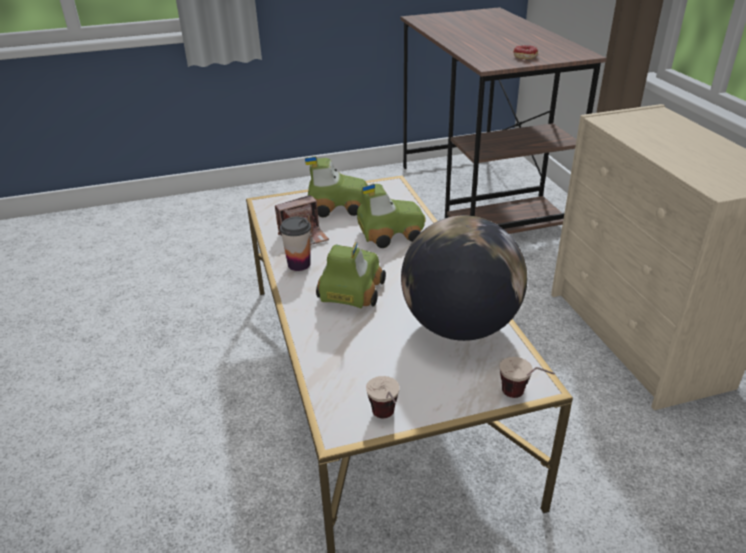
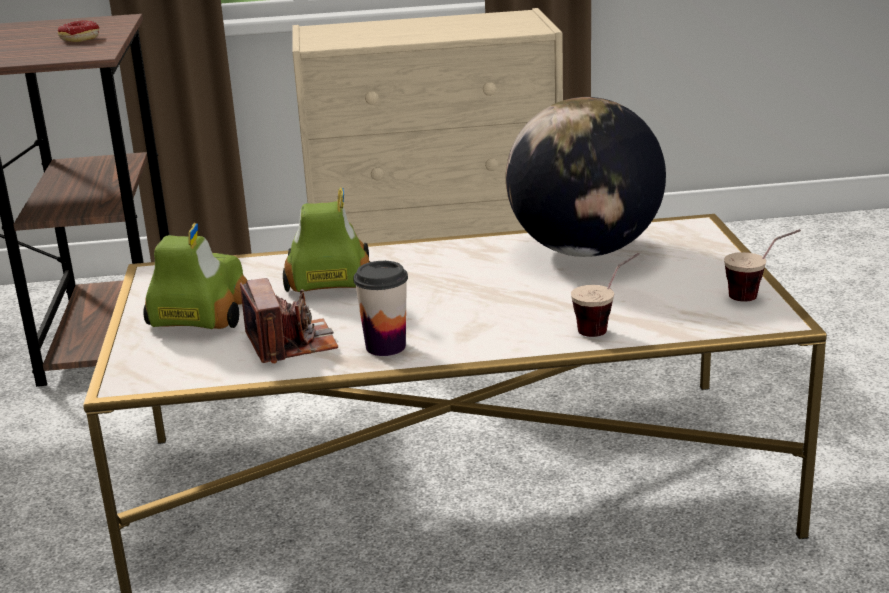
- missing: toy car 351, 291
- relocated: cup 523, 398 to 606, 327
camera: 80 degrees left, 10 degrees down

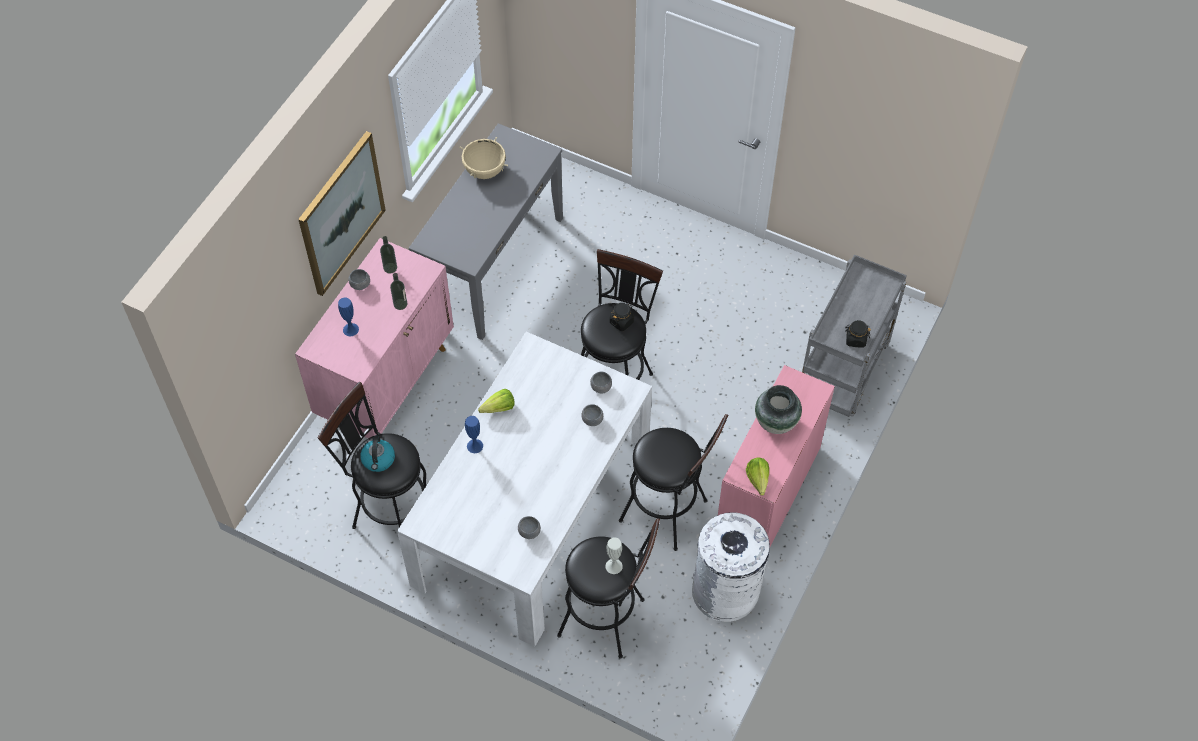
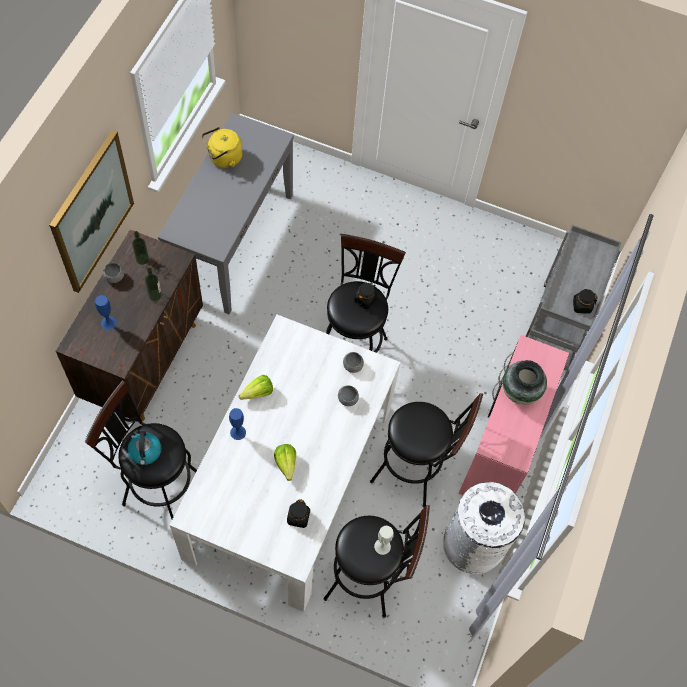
- colour: cabinet/pink 387, 382 to cabinet/brown 144, 360
- exchanged: cooking pot/beige 484, 171 to kettle/yellow 223, 158
- exchanged: bowl/grey 529, 532 to jar/black 298, 517
- relocated: lettuce 757, 483 to 286, 467
camera: 10 degrees left, 5 degrees up

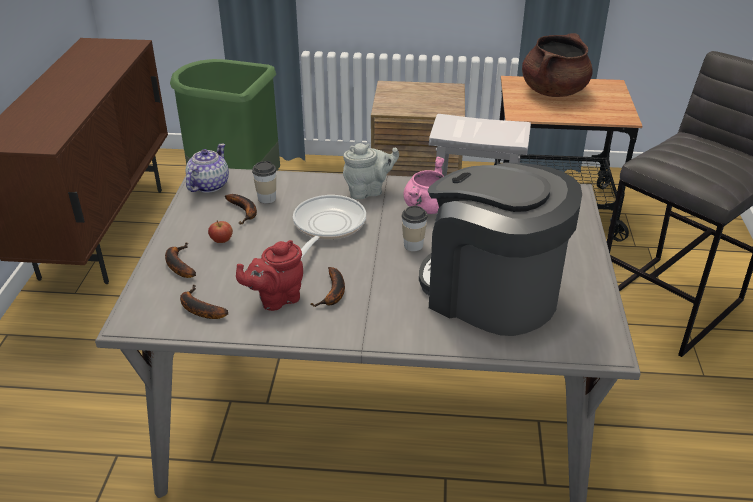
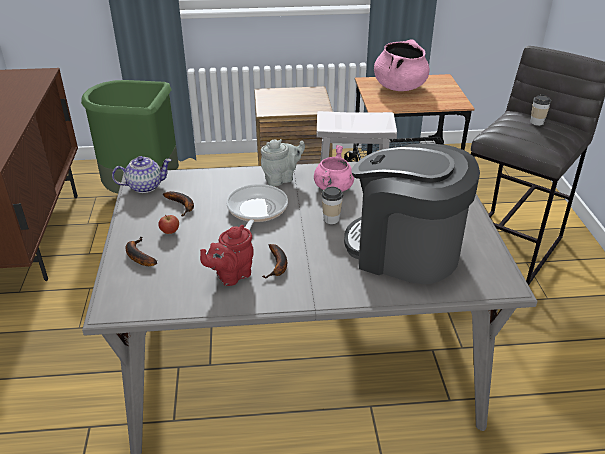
- missing: banana 198, 309
- spun: teapot 208, 185 = 144, 186 60 degrees clockwise
- relocated: cup 266, 198 to 536, 122
- colour: cooking pot/brown 553, 91 to cooking pot/pink 399, 87
camera: 10 degrees left, 0 degrees up

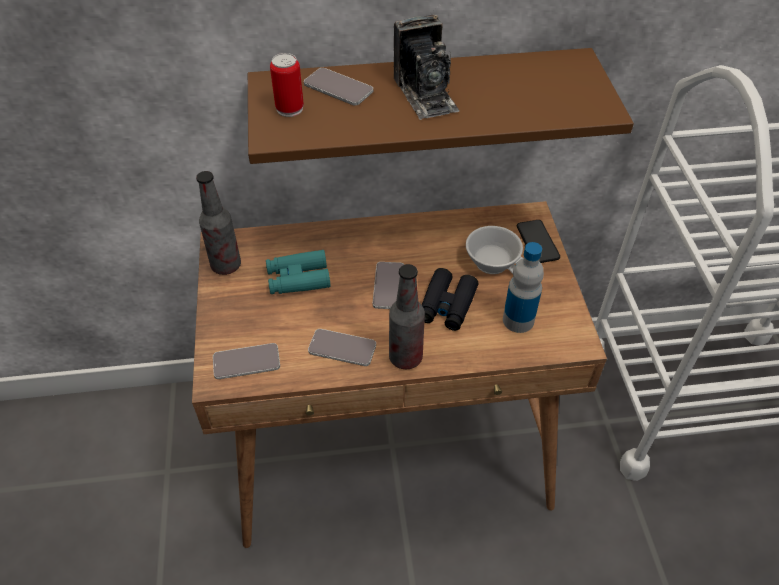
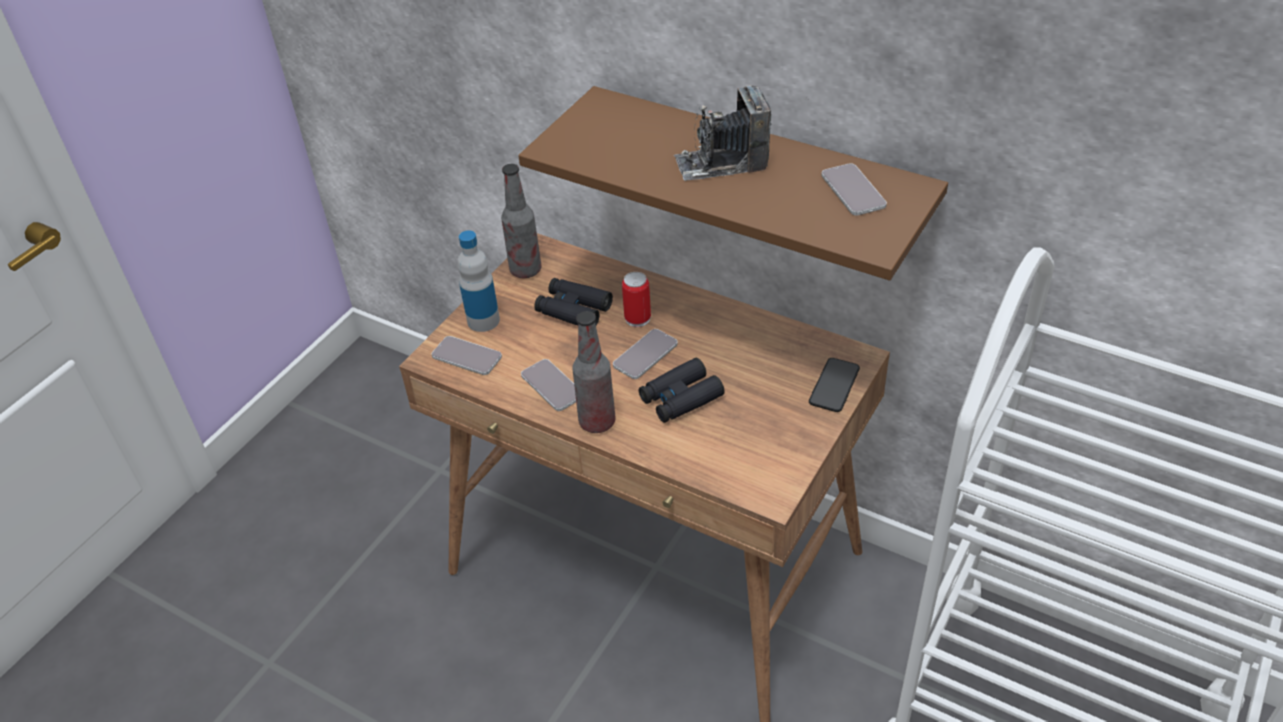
- colour: binoculars/turquoise 298, 278 to binoculars/black 573, 310
- relocated: can 289, 108 to 637, 318
- relocated: phone 338, 88 to 853, 191
- spun: photo camera 425, 94 = 721, 162 60 degrees clockwise
- missing: cup/white 494, 262
- relocated: bottle 518, 320 to 483, 320
camera: 40 degrees right, 5 degrees down

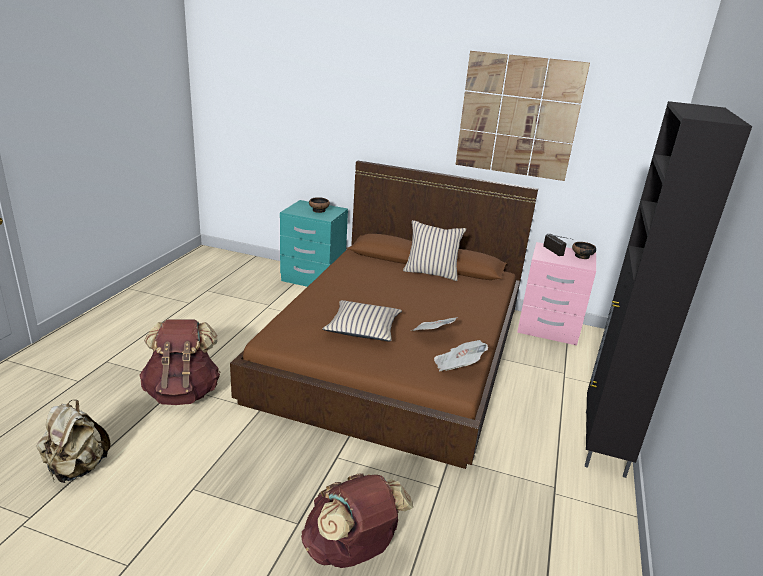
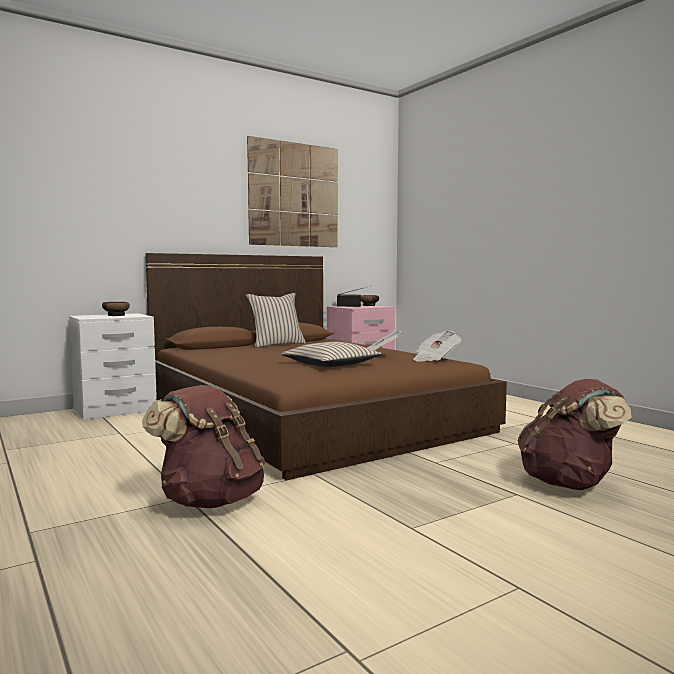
- missing: backpack/beige 76, 468
- colour: nightstand/turquoise 312, 278 to nightstand/white 115, 410
- missing: cabinet/black 603, 443
camera: 50 degrees left, 20 degrees down

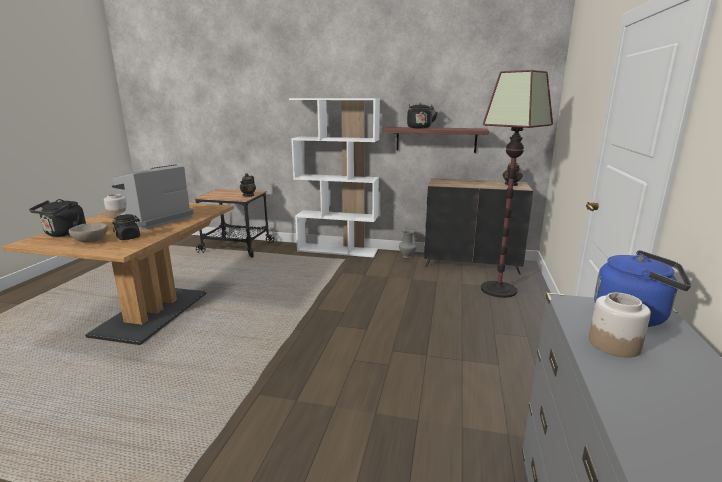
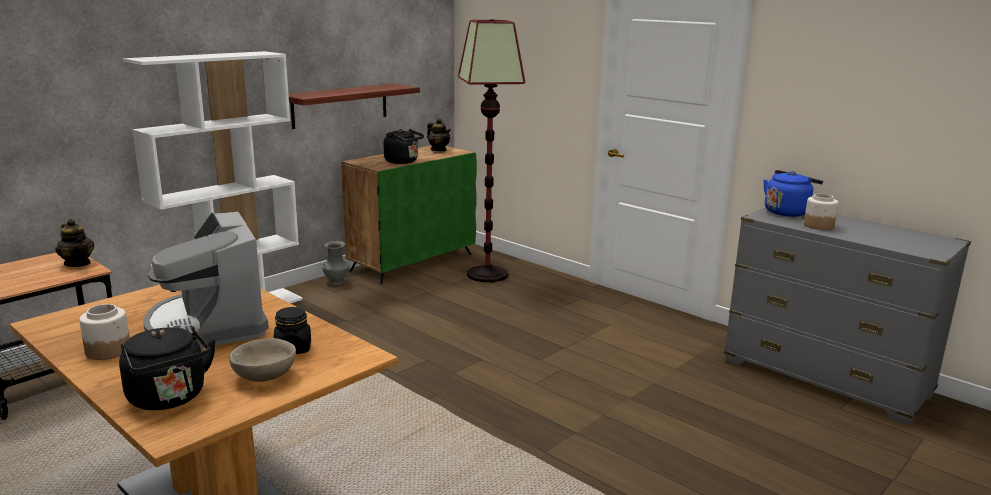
- relocated: kettle/black 419, 128 to 403, 162
- colour: cabinet/black 471, 263 to cabinet/green 413, 262
camera: 60 degrees left, 0 degrees up

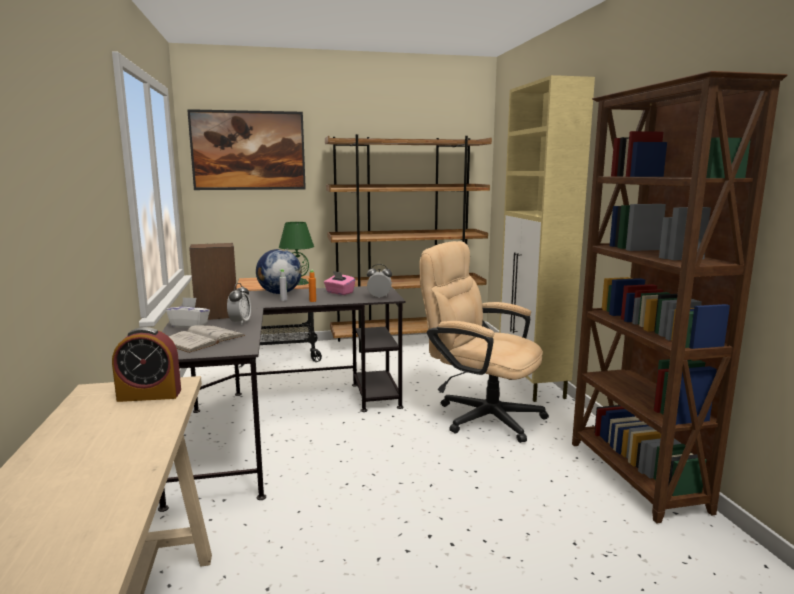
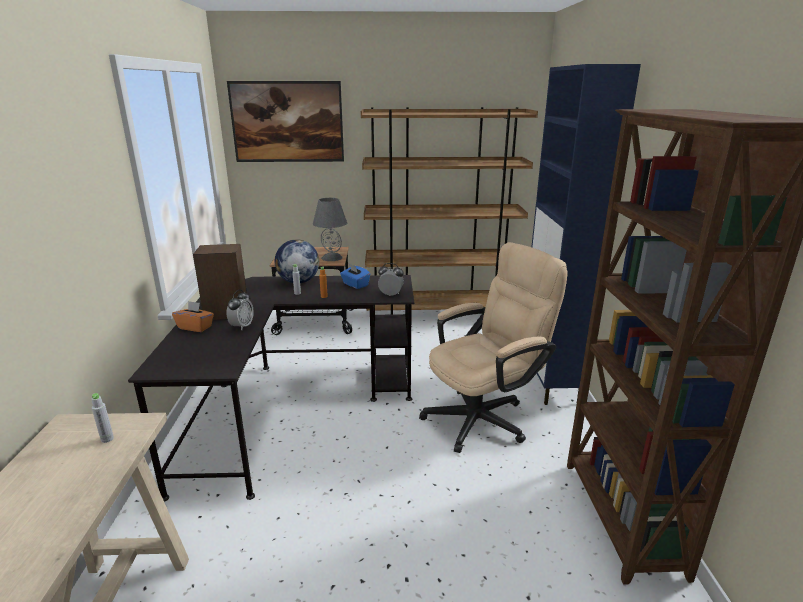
- exchanged: alarm clock 149, 395 to bottle/grey 107, 439
- colour: tissue box/white 190, 325 to tissue box/orange 195, 327
- missing: book/white 202, 339
- colour: table lamp/green 298, 283 to table lamp/grey 332, 257
- colour: tissue box/pink 339, 293 to tissue box/blue 355, 285
- spun: office chair/beige 480, 415 = 484, 417 105 degrees clockwise
- colour: cabinet/beige 532, 385 to cabinet/blue 549, 382
camera: 10 degrees right, 10 degrees up

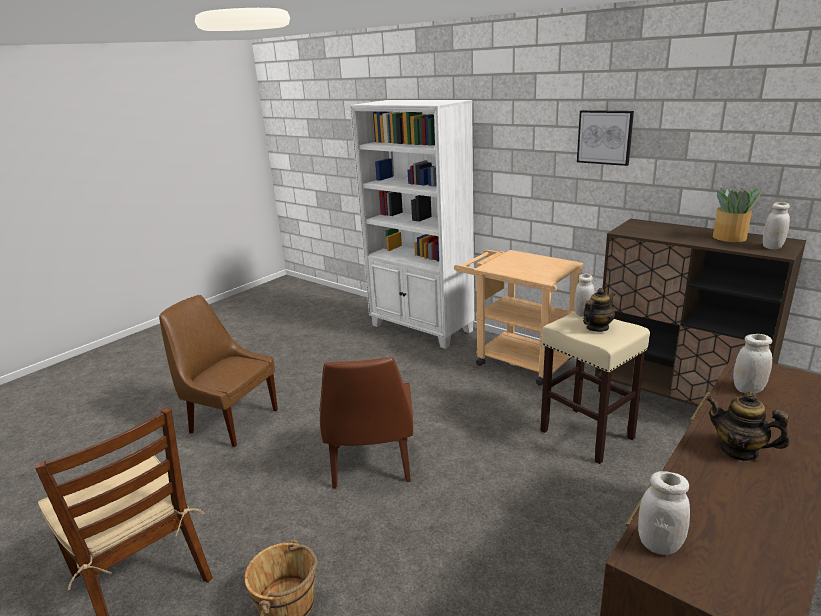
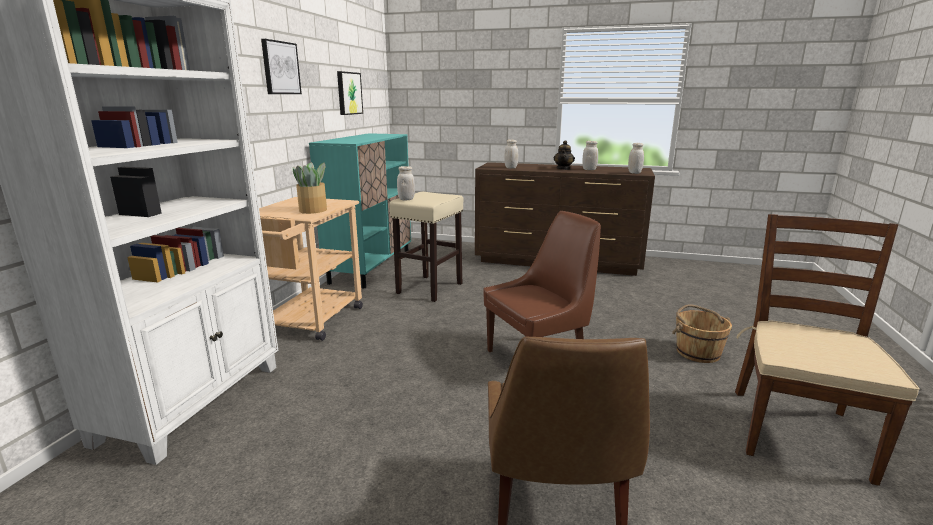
- missing: teapot 597, 328
- colour: cabinet/brown 677, 401 to cabinet/turquoise 371, 267
- relocated: potted plant 730, 238 to 314, 210
- relocated: jar/white 772, 247 to 589, 169
- appeared: picture 348, 93
camera: 115 degrees left, 5 degrees down

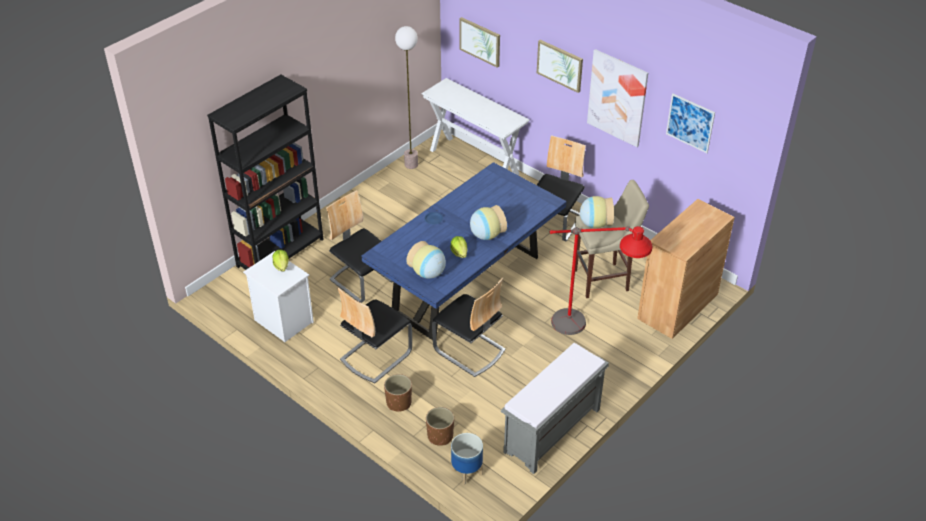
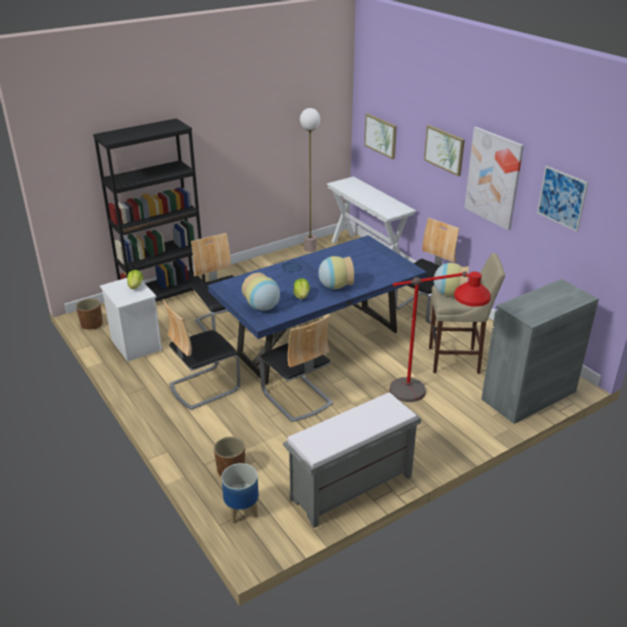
- relocated: planter/brown 398, 403 to 91, 324
- colour: cabinet/brown 678, 306 to cabinet/grey 528, 395
camera: 15 degrees right, 10 degrees down

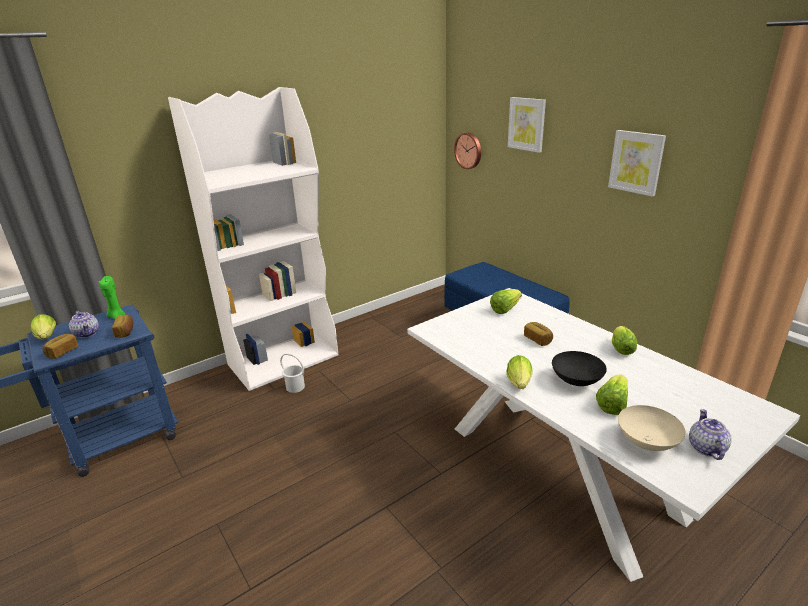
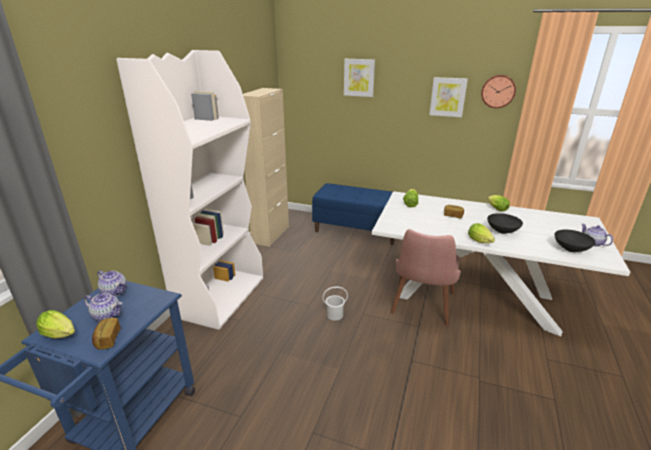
- exchanged: candle/green 116, 316 to teapot 115, 292
- missing: bread 126, 332
- relocated: bucket/white 295, 387 to 334, 315
- relocated: wall clock 469, 150 to 498, 91
- missing: lettuce 612, 404
- colour: bowl/beige 646, 442 to bowl/black 570, 249
- appeared: cabinet/beige 270, 234
- appeared: chair/pink 421, 308
camera: 35 degrees left, 0 degrees up

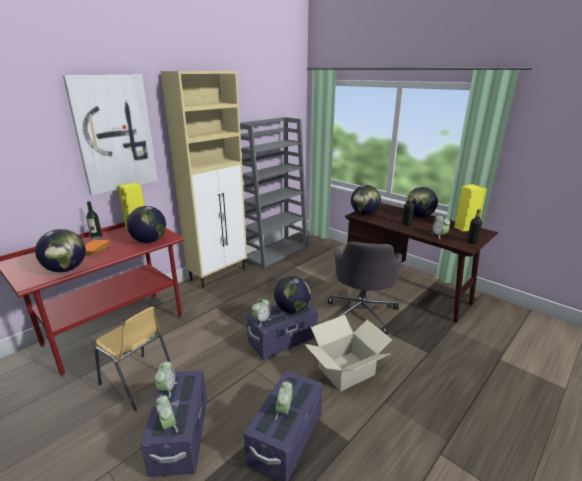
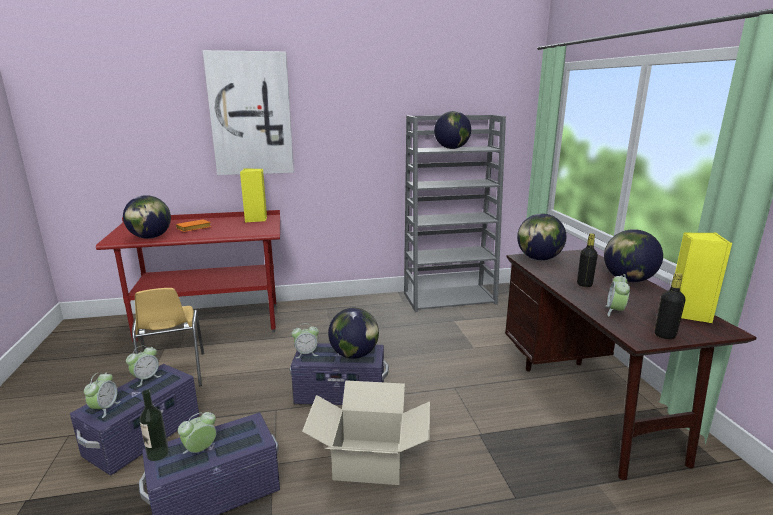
- relocated: bottle 97, 238 to 158, 453
- relocated: globe 149, 241 to 452, 148
- missing: cabinet/beige 219, 274
- missing: office chair/grey 362, 312
camera: 35 degrees right, 5 degrees down

